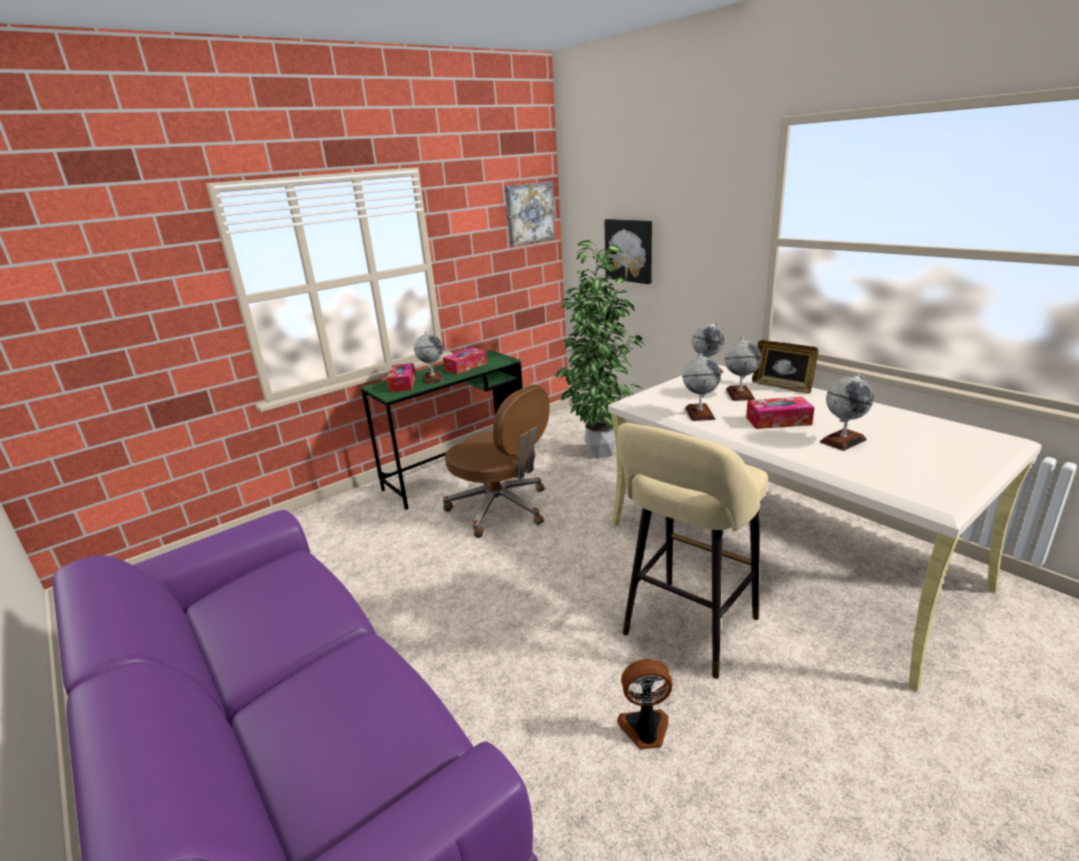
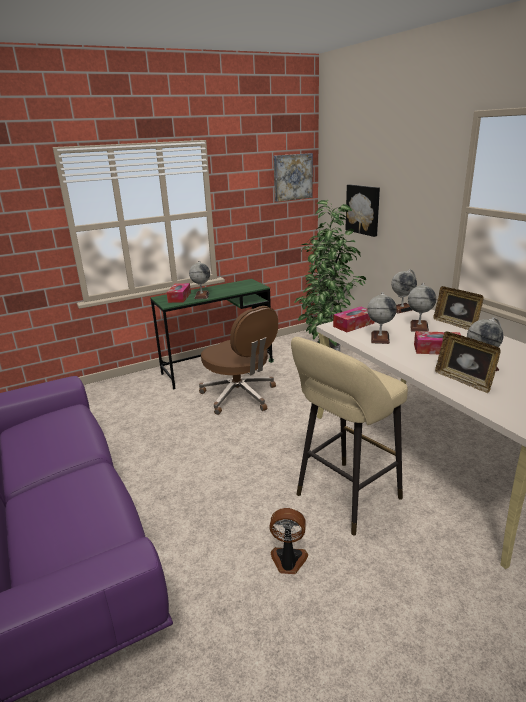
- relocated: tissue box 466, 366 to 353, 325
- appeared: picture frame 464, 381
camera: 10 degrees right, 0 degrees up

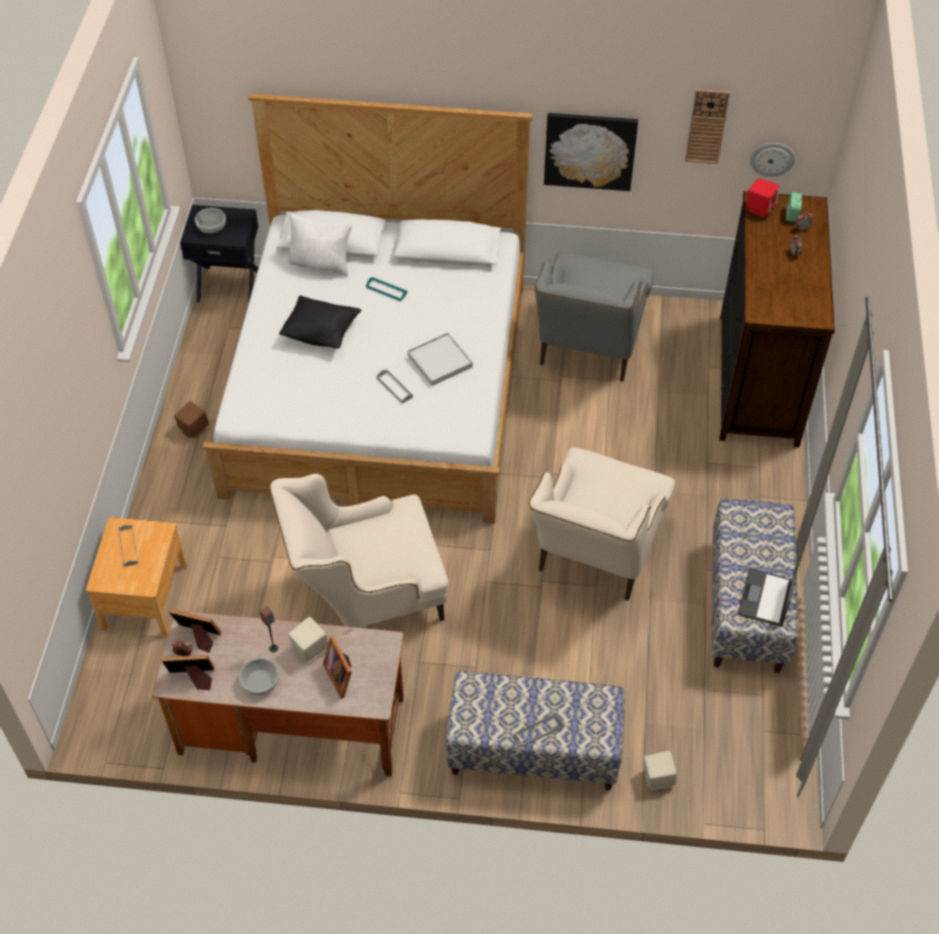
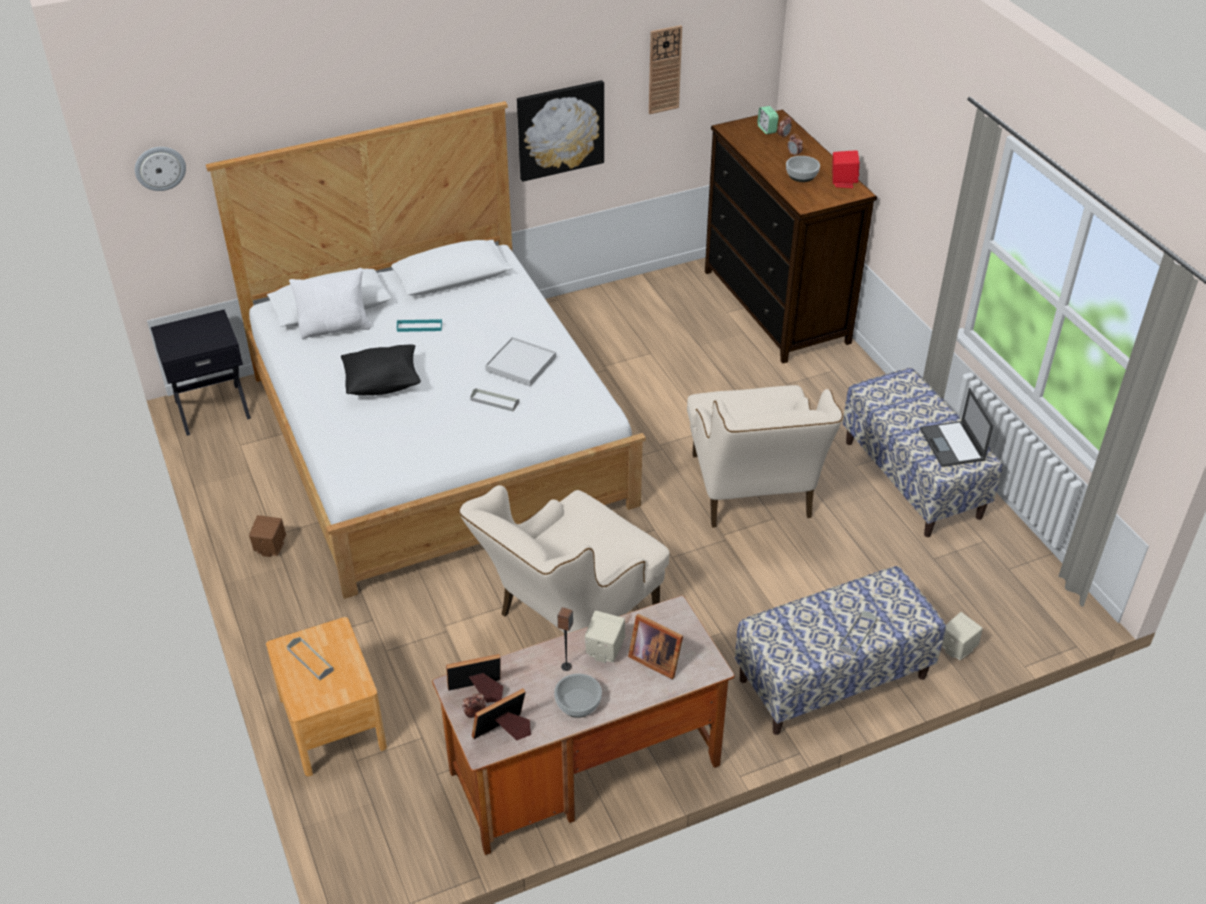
- relocated: bowl 211, 226 to 801, 175
- missing: armchair/grey 588, 350
- relocated: speaker/red 760, 208 to 843, 182
- relocated: wall clock 772, 158 to 160, 168
camera: 30 degrees left, 10 degrees down

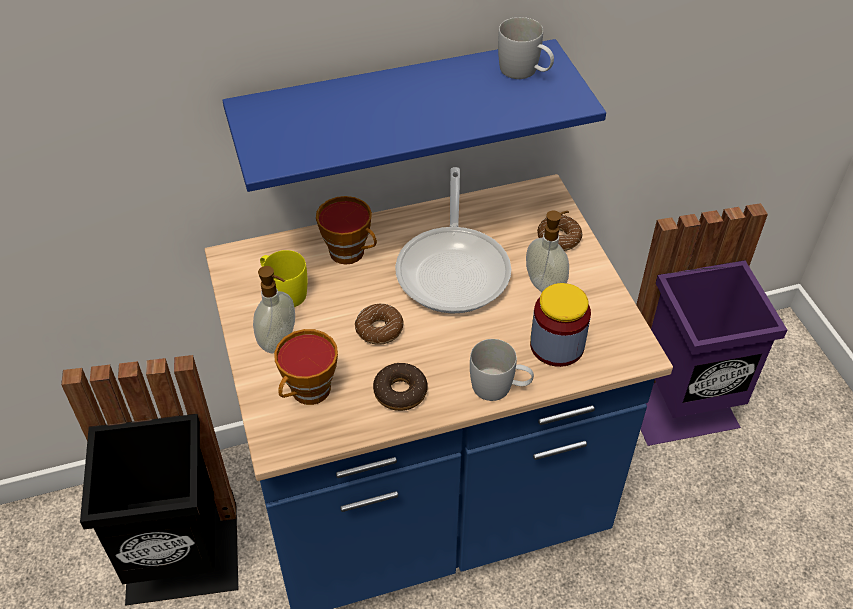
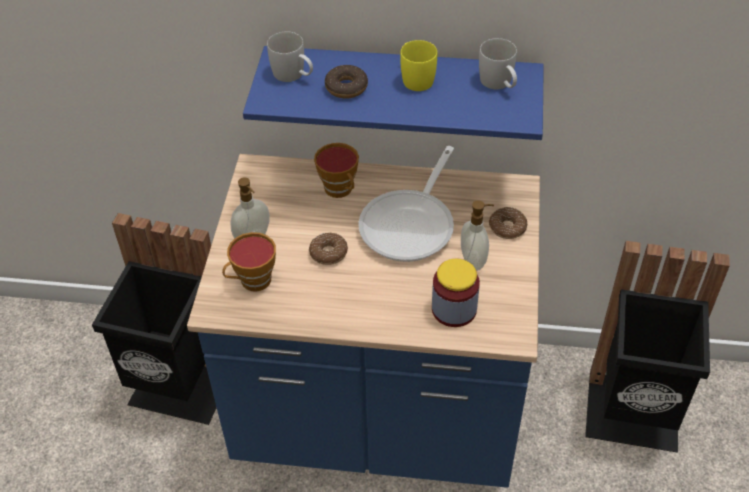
- relocated: mug/yellow 283, 291 to 415, 78
- relocated: donut 400, 392 to 346, 87
- relocated: mug/white 500, 387 to 293, 75
- colour: trash can/purple 681, 407 to trash can/black 633, 416
camera: 25 degrees right, 0 degrees up

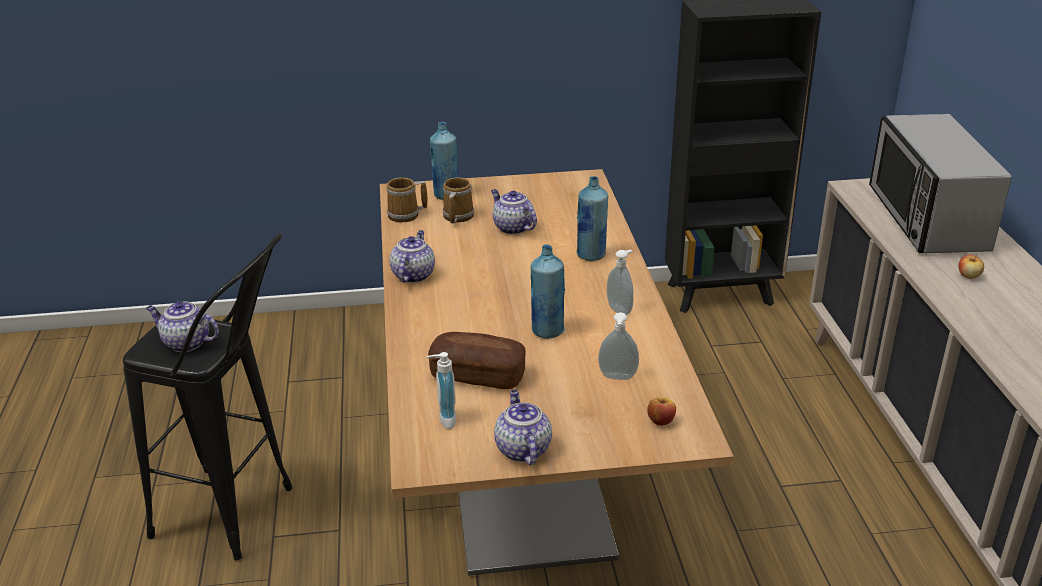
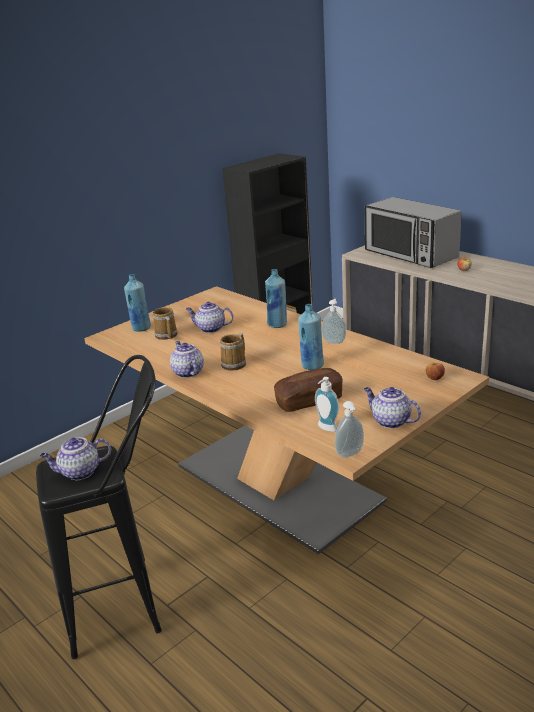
- relocated: mug 406, 215 to 235, 364
- relocated: soap dispenser 617, 378 to 350, 454
camera: 35 degrees left, 5 degrees down

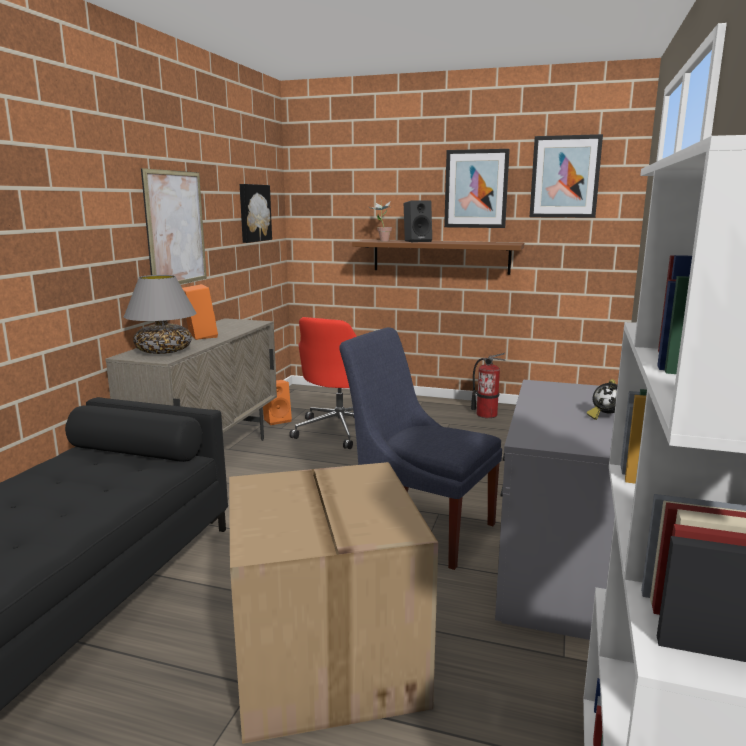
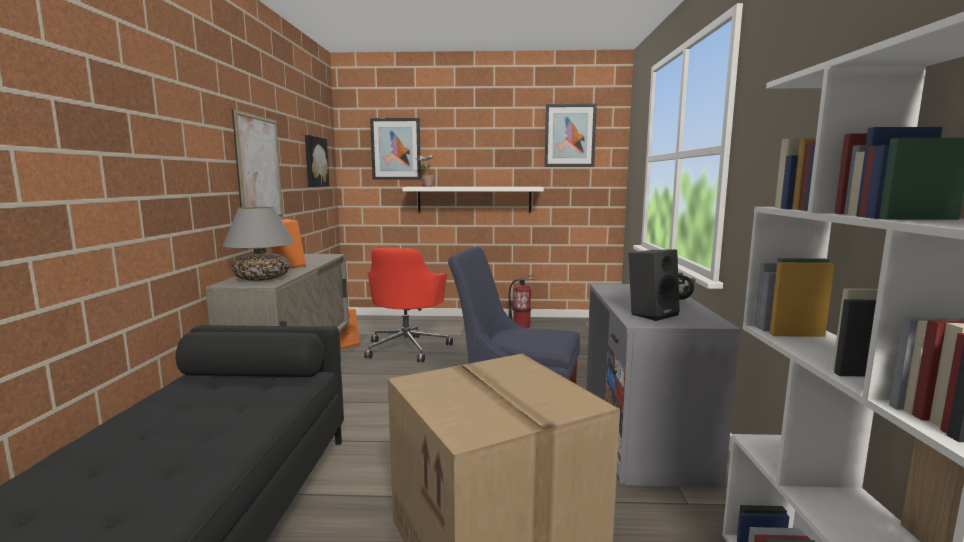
- colour: shelf/brown 440, 256 to shelf/white 474, 199
- relocated: speaker/black 417, 241 to 651, 314
- relocated: picture 476, 189 to 396, 149
camera: 15 degrees left, 5 degrees down

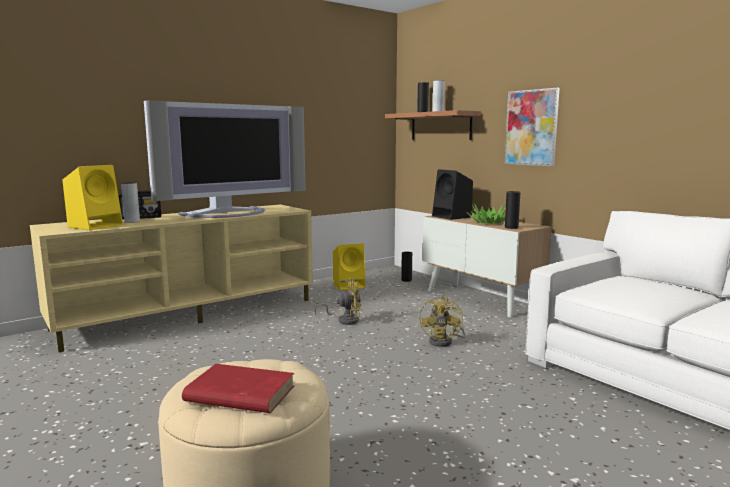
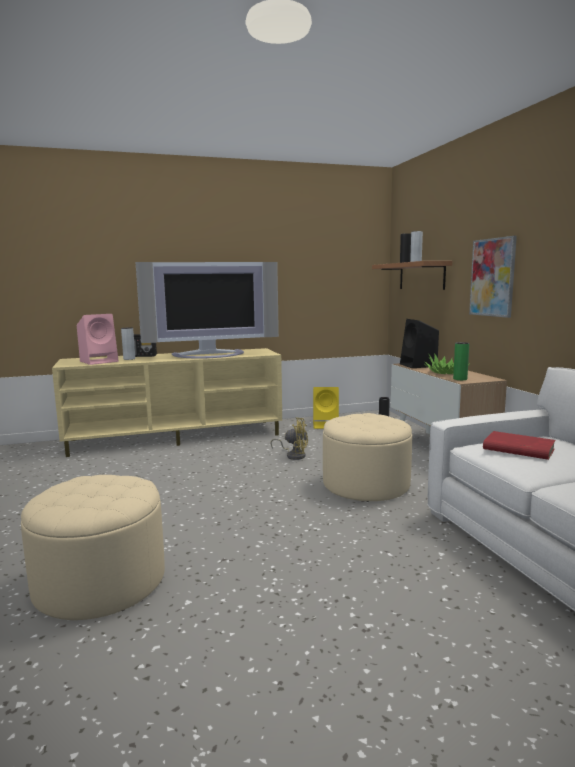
- colour: speaker/yellow 96, 226 to speaker/pink 100, 361
- relocated: book/red 239, 394 to 517, 449
- exchanged: fan/yellow 445, 342 to ottoman/beige 366, 485
- colour: vase/black 511, 227 to vase/green 460, 379
camera: 20 degrees right, 0 degrees up

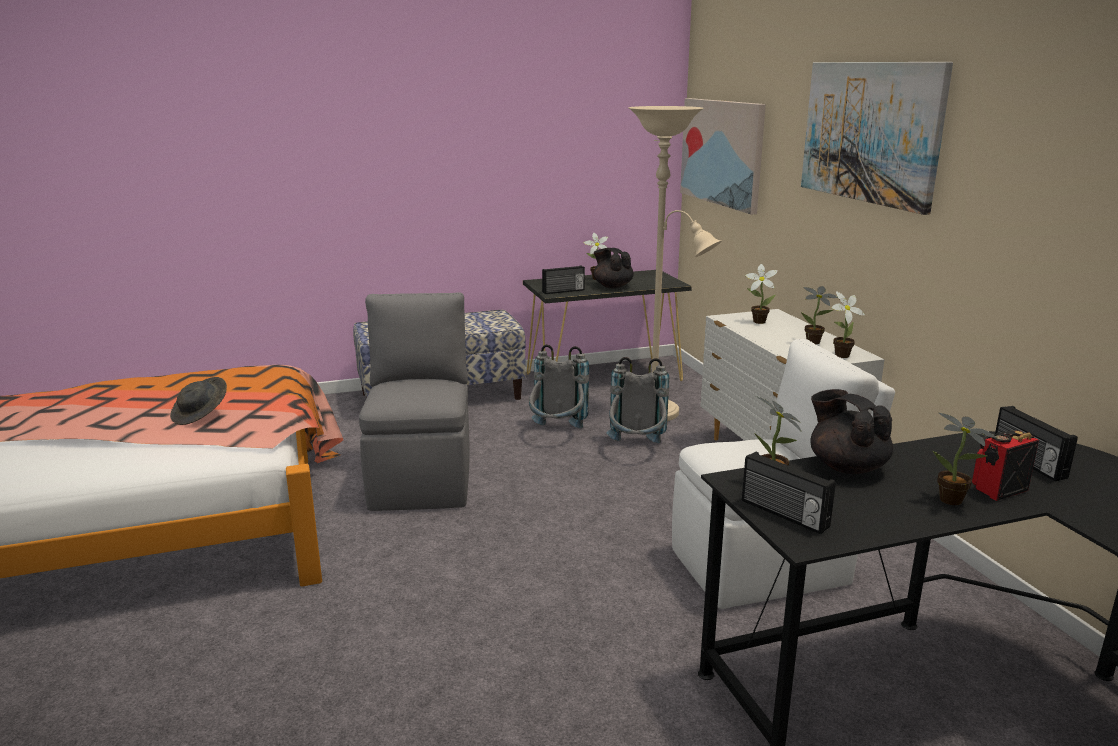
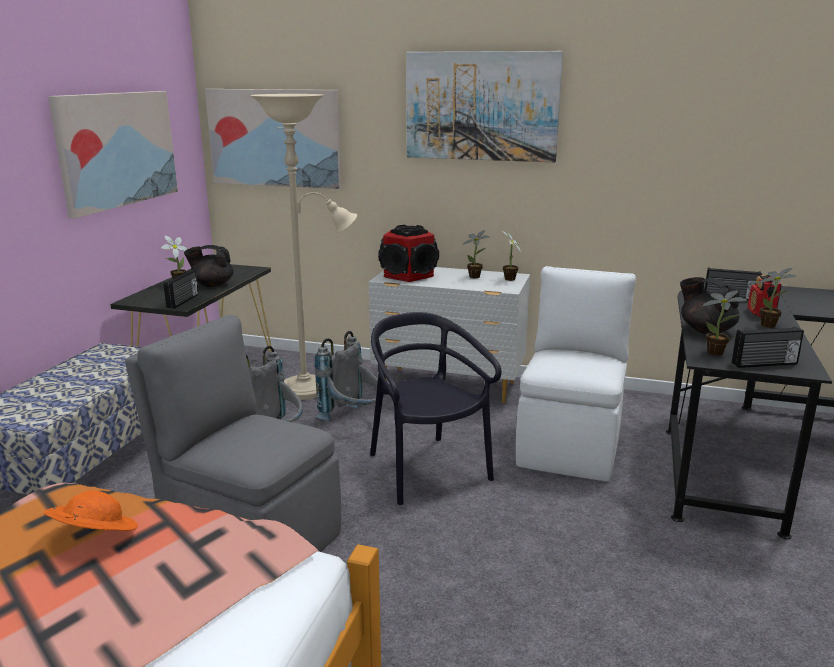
- missing: hat/grey 201, 415
- exchanged: potted plant 757, 321 to speaker 408, 275
- spun: teapot/black 846, 467 = 706, 330 45 degrees clockwise
- appeared: hat/orange 94, 536
- appeared: picture 117, 149
- appeared: chair/black 426, 469
camera: 55 degrees left, 0 degrees up

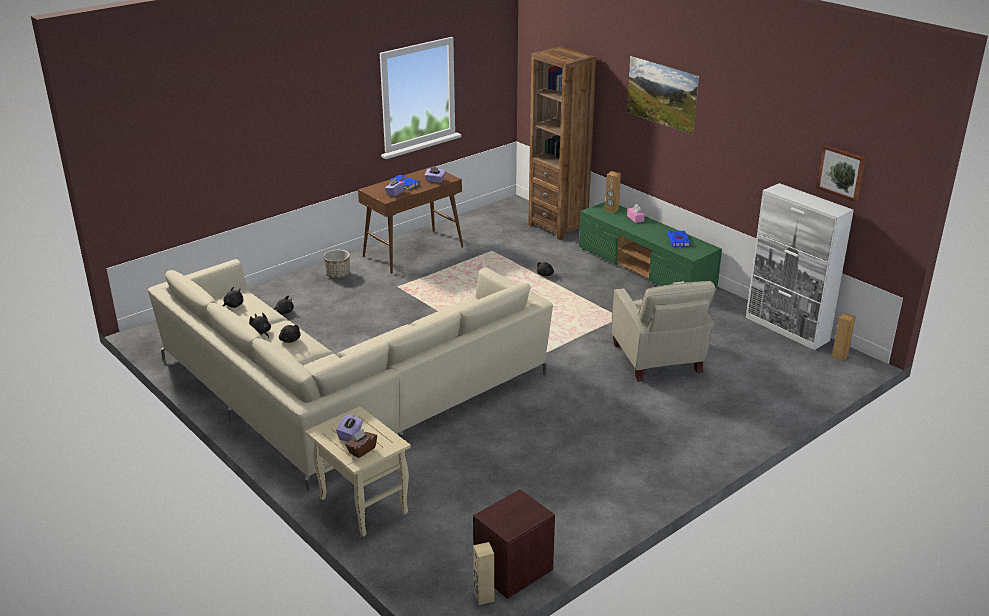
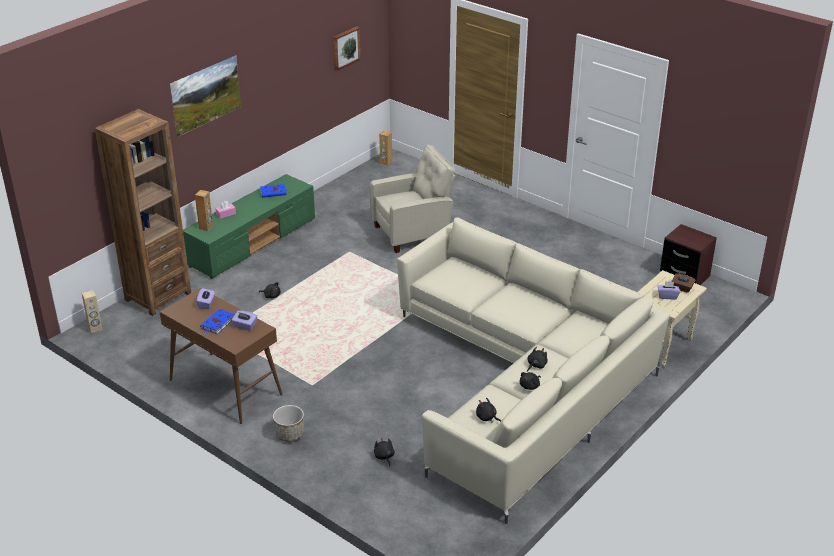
- relocated: speaker/beige 483, 597 to 95, 328
- missing: cabinet/white 787, 329
camera: 100 degrees left, 5 degrees up

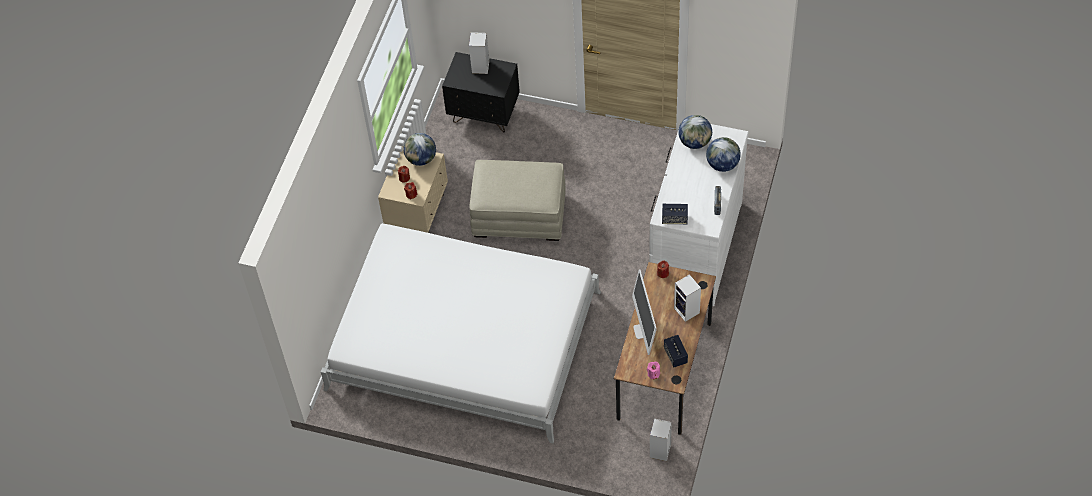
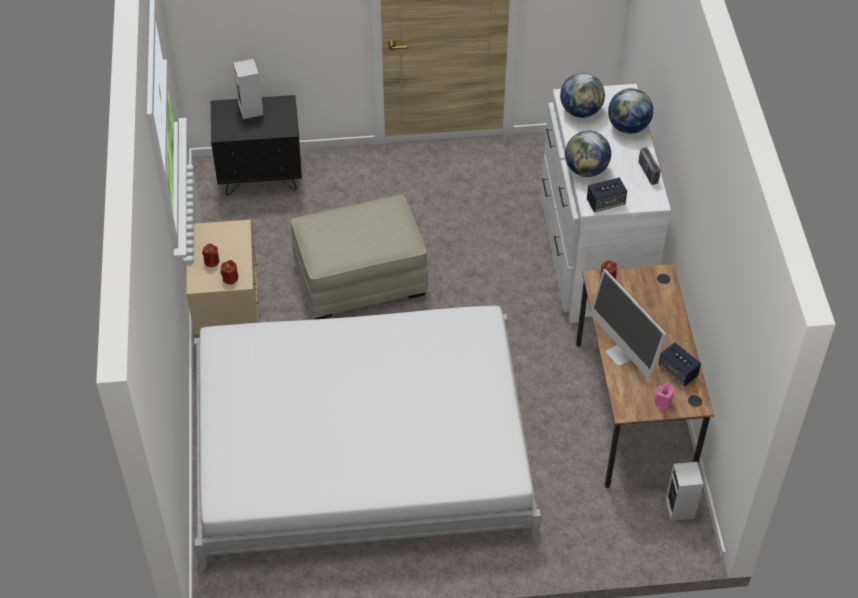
- relocated: globe 421, 159 to 586, 170
- missing: speaker 687, 311
camera: 25 degrees left, 5 degrees down

